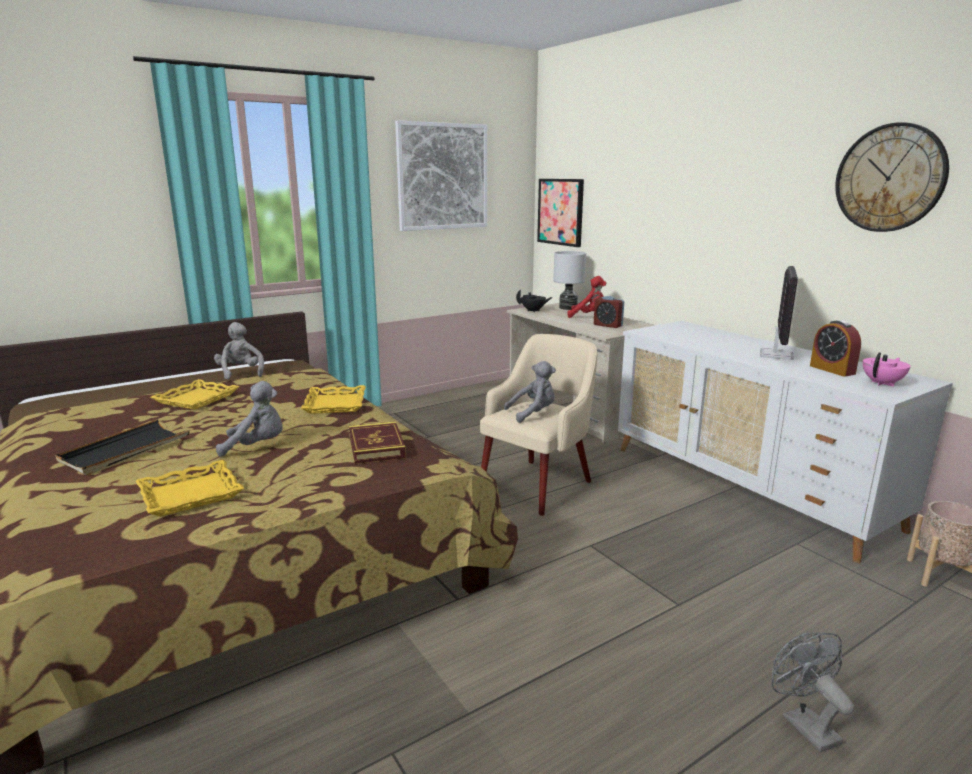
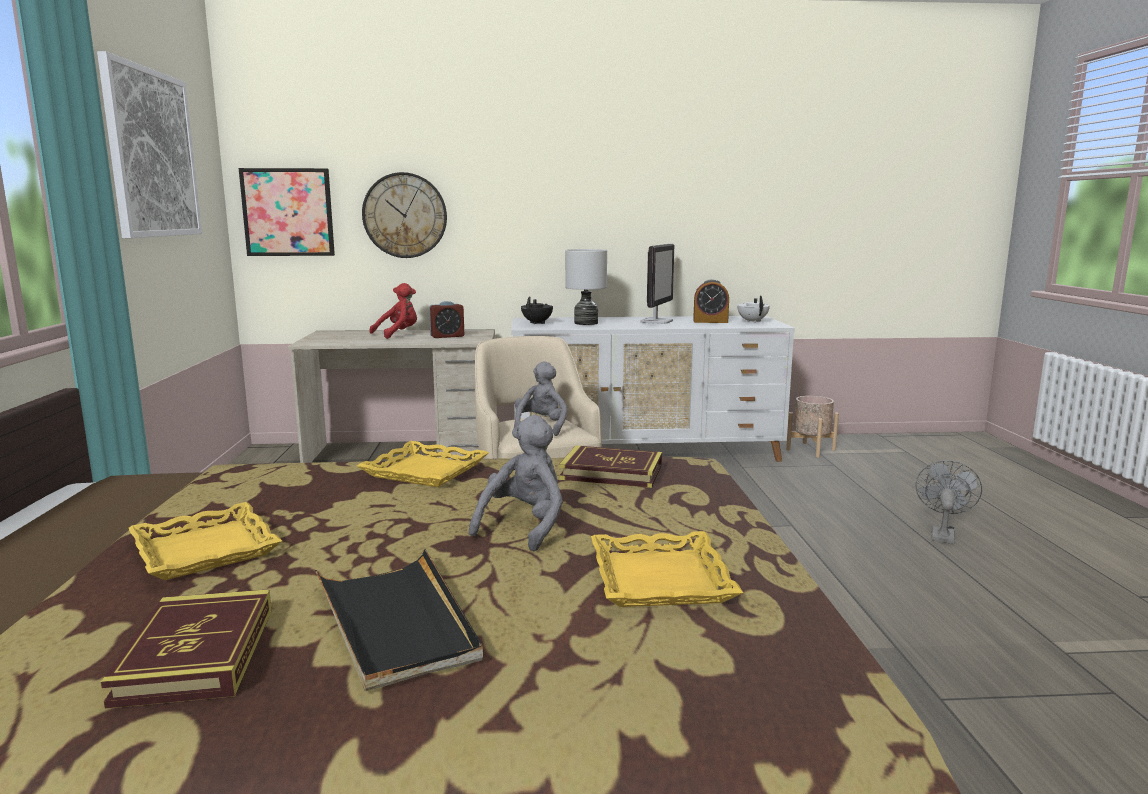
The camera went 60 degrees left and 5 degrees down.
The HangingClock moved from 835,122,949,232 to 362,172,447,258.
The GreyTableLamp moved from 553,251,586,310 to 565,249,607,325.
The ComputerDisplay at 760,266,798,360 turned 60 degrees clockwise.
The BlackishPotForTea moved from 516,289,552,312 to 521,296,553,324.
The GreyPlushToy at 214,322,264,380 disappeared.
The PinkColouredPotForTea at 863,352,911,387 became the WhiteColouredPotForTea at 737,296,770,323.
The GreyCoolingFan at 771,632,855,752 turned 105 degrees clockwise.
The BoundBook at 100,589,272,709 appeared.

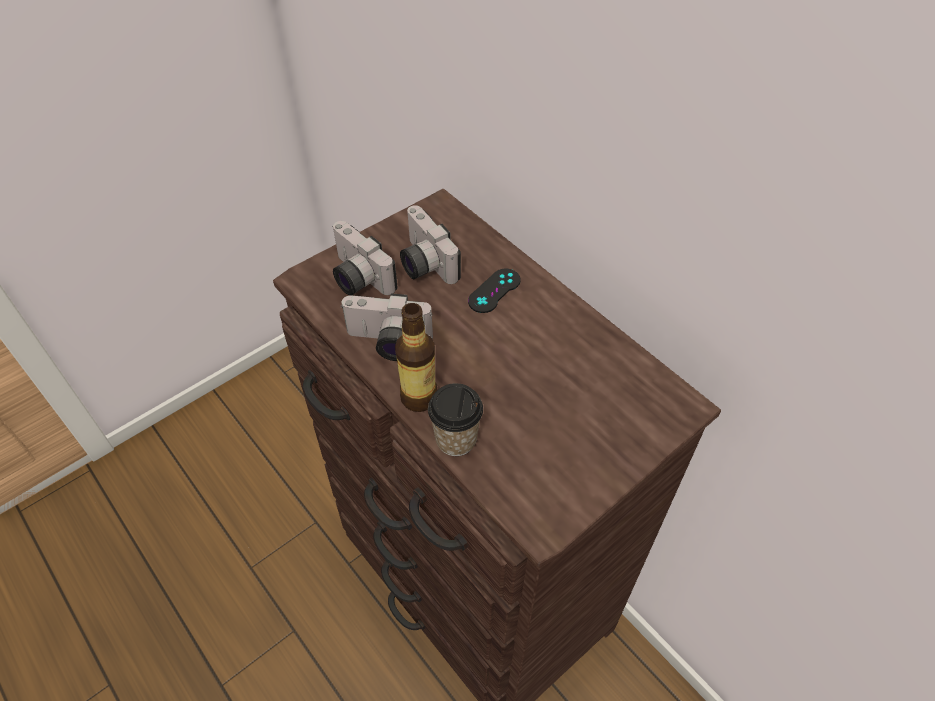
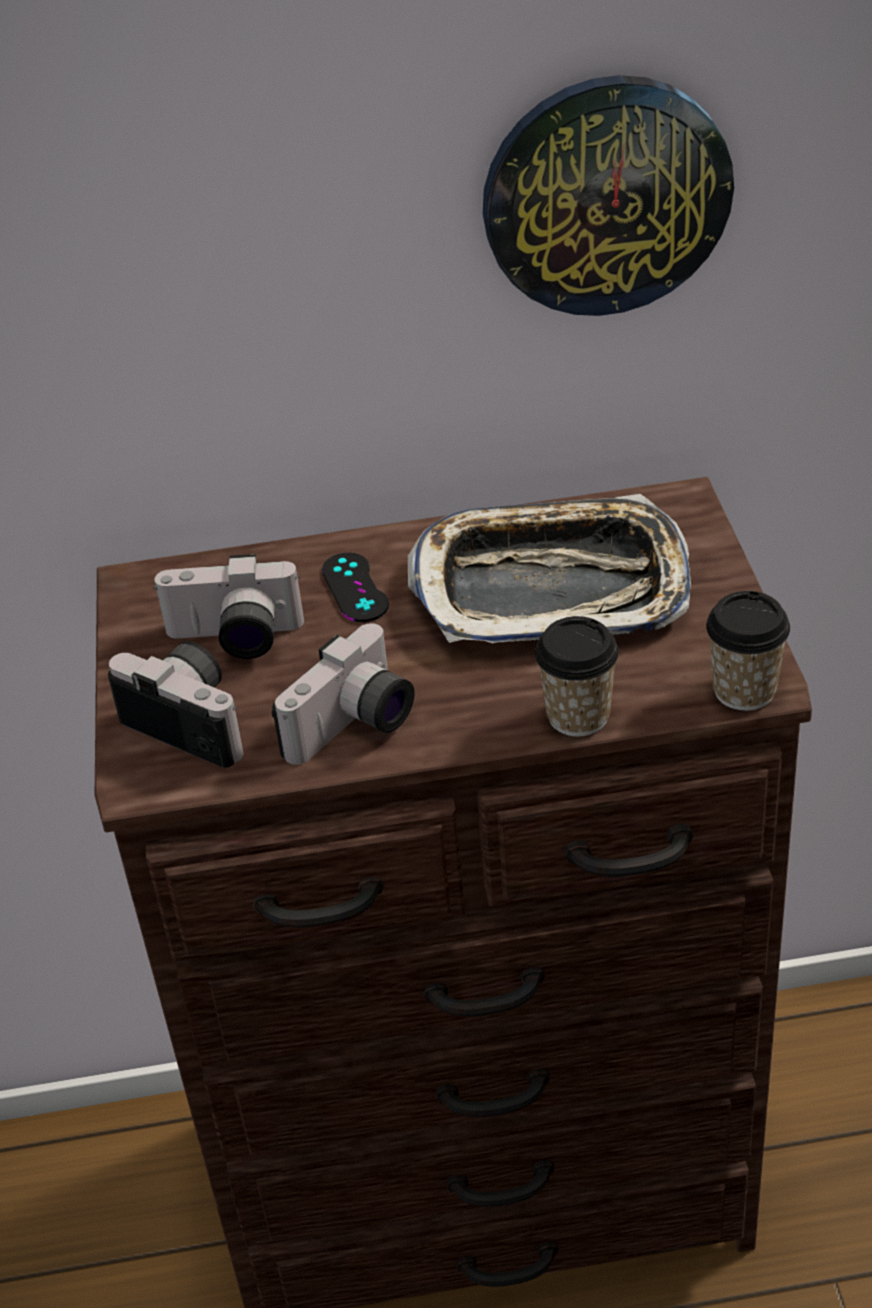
The camera went 55 degrees left and 10 degrees down.
The PhotoCamera at 333,221,398,296 turned 135 degrees counterclockwise.
The Bottle at 395,303,437,412 disappeared.
The HangingClock at 483,75,734,316 appeared.
The Tray at 408,494,691,643 appeared.
The SmallCup at 706,591,790,711 appeared.

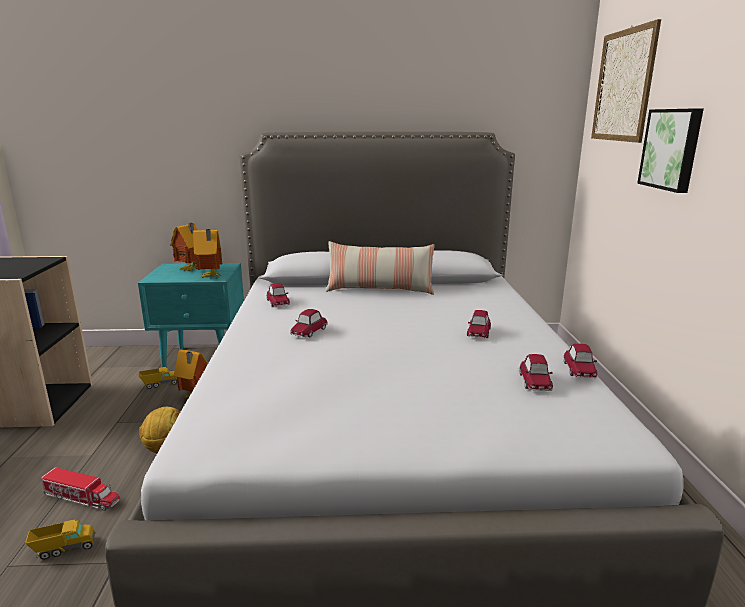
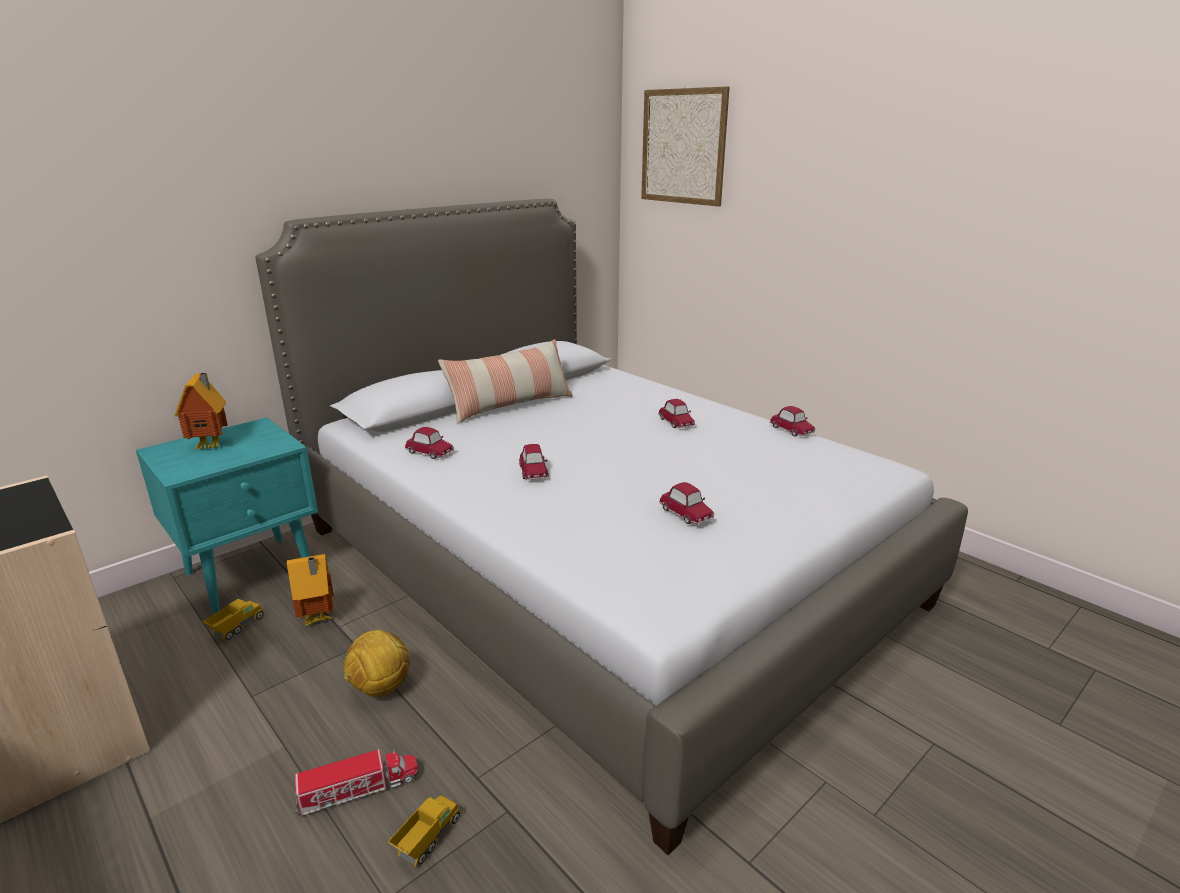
The camera went 40 degrees left and 5 degrees up.
The WallPicture at 637,108,704,193 disappeared.
The ModelHouse at 193,229,222,278 disappeared.
The ToyCar moved from 520,354,553,391 to 659,482,714,524.

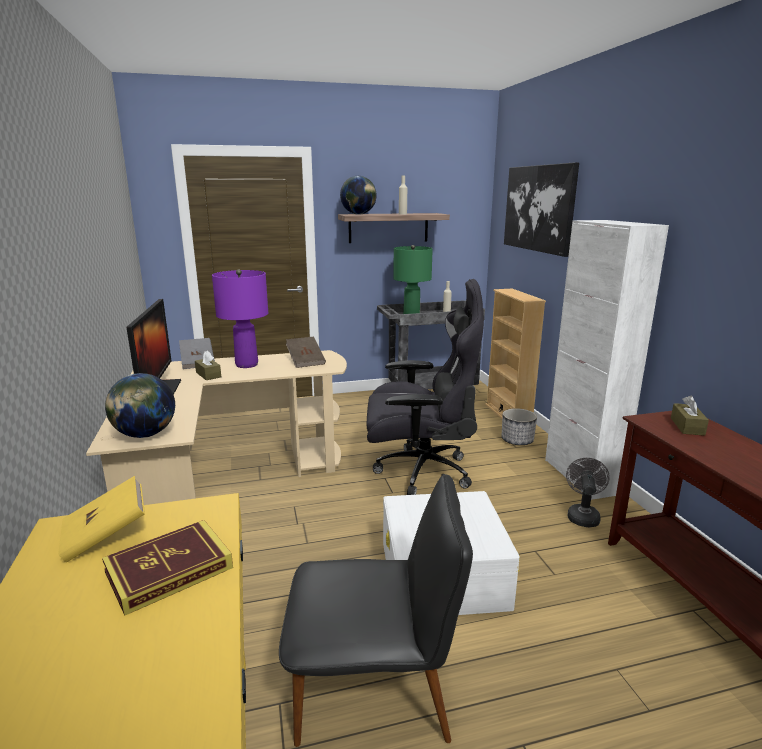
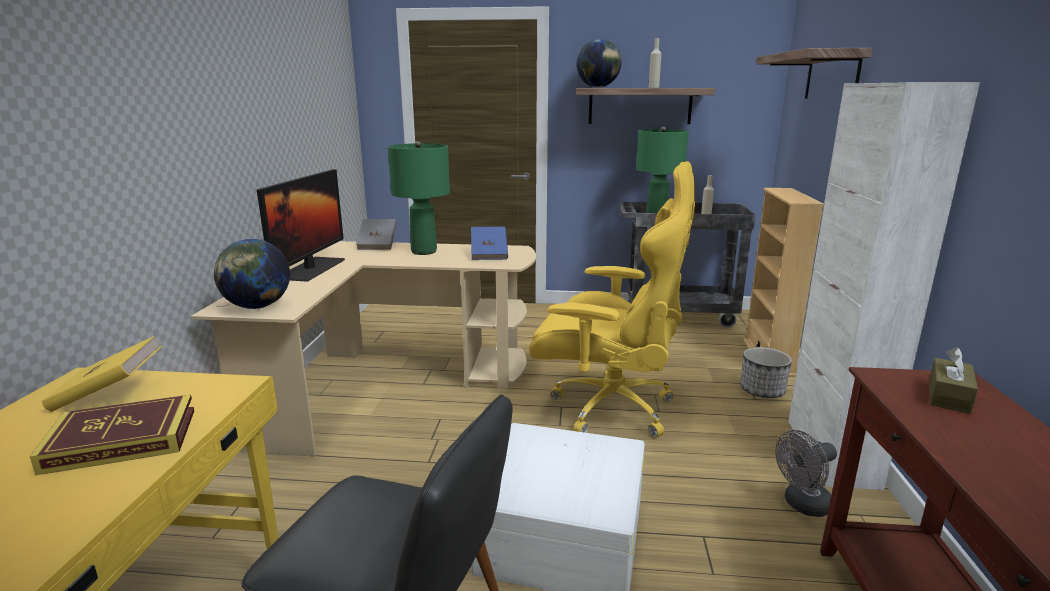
The camera went 20 degrees right and 0 degrees up.
The WallPicture at 504,162,579,257 was replaced by the Shelf at 756,48,872,99.
The PurpleTableLamp at 212,270,268,368 became the GreenishTableLamp at 388,141,450,255.
The BlackishOfficeChair at 367,279,484,495 became the YellowishOfficeChair at 529,161,695,438.
The BrownishBoundBook at 286,337,326,368 became the BlueColouredBoundBook at 471,227,508,260.
The BrownishTissueBox at 195,351,221,380 disappeared.
The GreyCoolingFan at 566,458,610,527 turned 150 degrees counterclockwise.

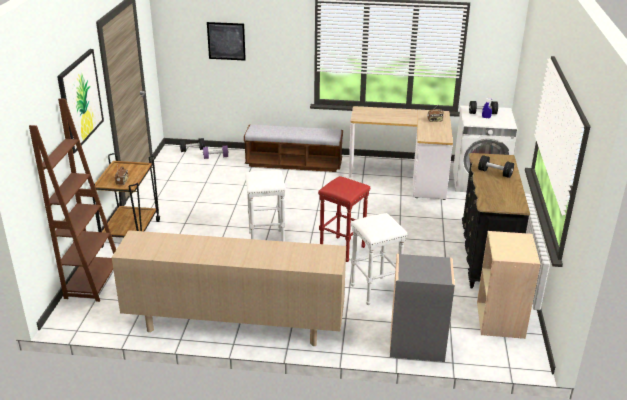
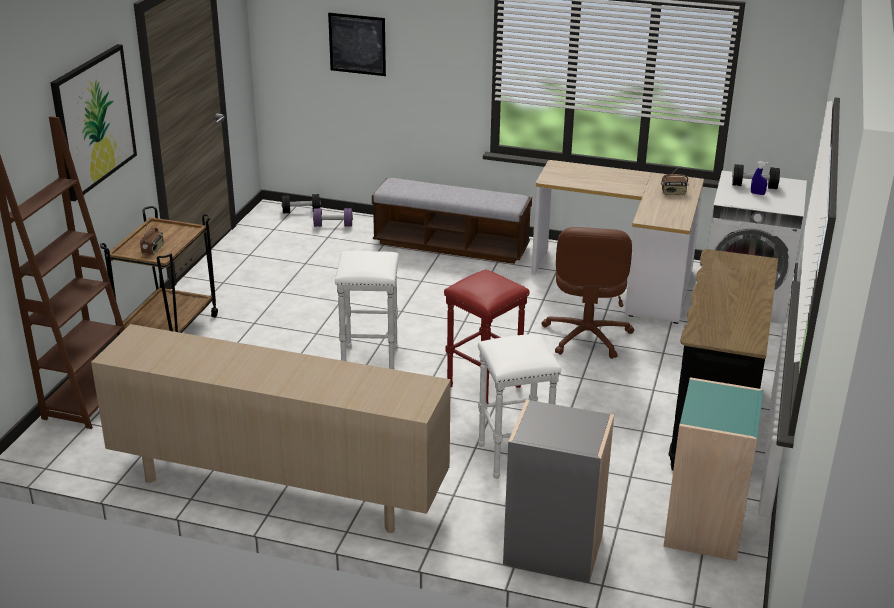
The camera went 10 degrees right and 0 degrees up.
The BlackishFreeWeight at 478,155,514,178 disappeared.
The BeigeColouredBookshelf at 477,231,540,339 became the TurquoiseColouredBookshelf at 663,377,763,561.
The BrownishOfficeChair at 541,227,634,359 appeared.

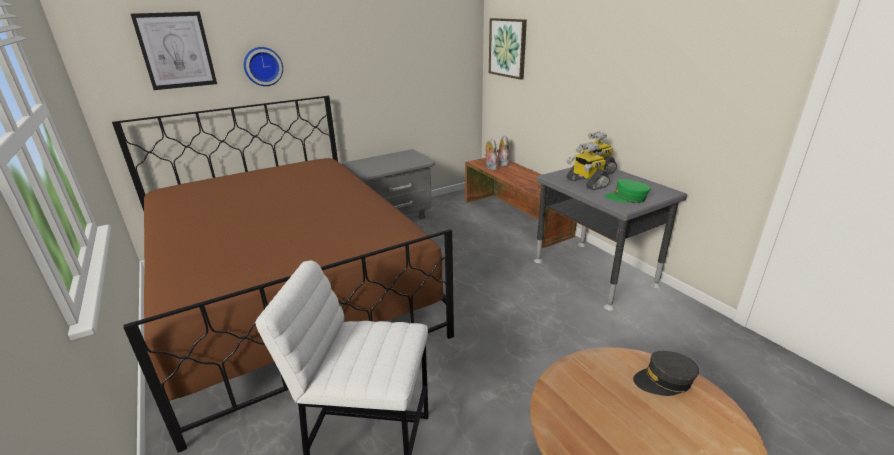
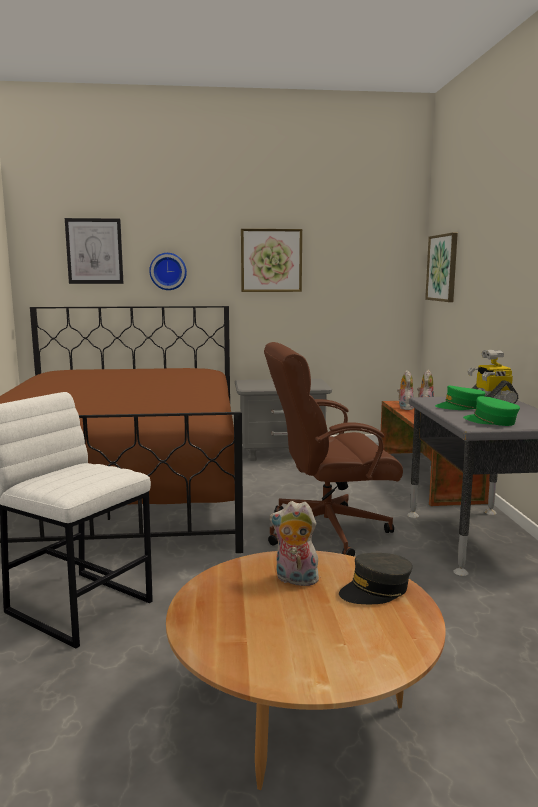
The camera went 25 degrees right and 15 degrees down.
The ToyRobot at 566,142,610,190 was replaced by the GreenishBaseballCap at 435,385,486,410.
The GreyBaseballCap at 633,351,699,396 turned 45 degrees counterclockwise.
The WallPicture at 241,229,302,292 appeared.
The BrownishOfficeChair at 264,342,403,556 appeared.
The PlushToy at 270,501,319,586 appeared.

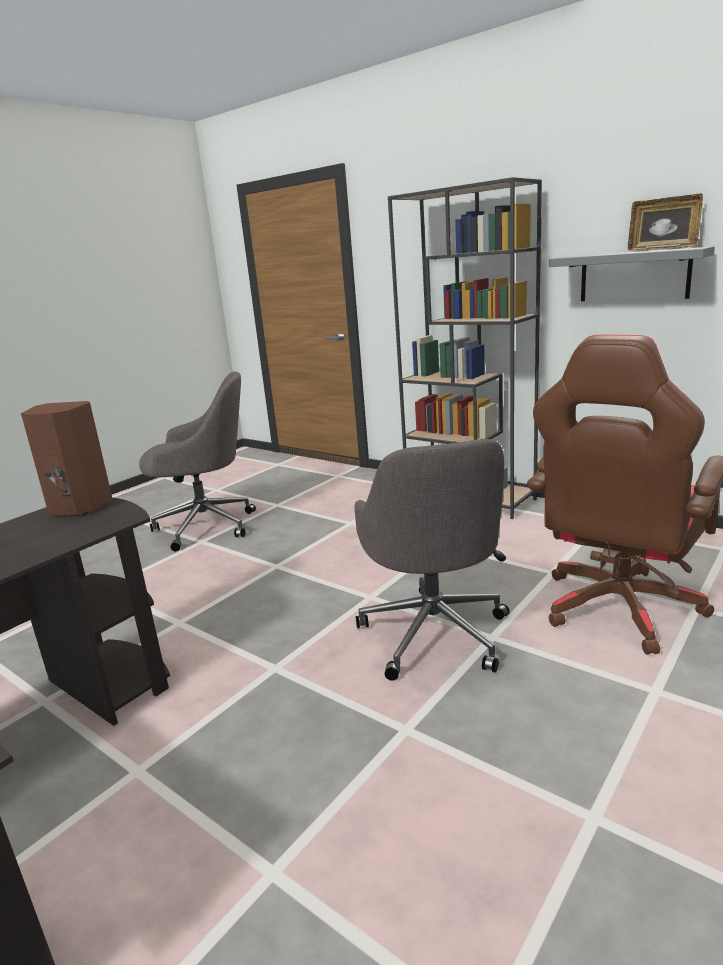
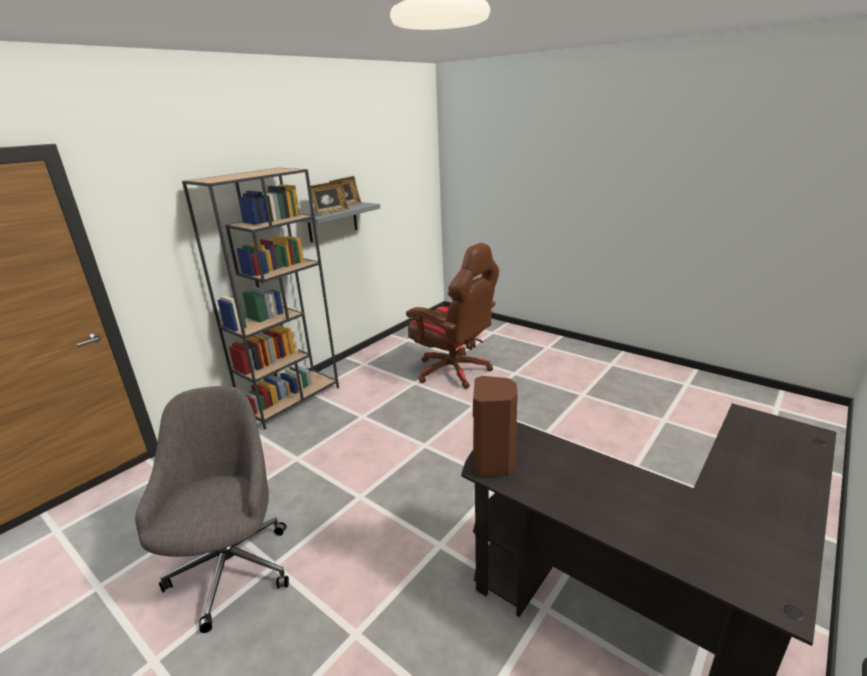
The camera went 90 degrees left and 5 degrees up.
The GreyOfficeChair at 355,439,509,681 disappeared.
The PhotoFrame at 310,181,349,215 appeared.

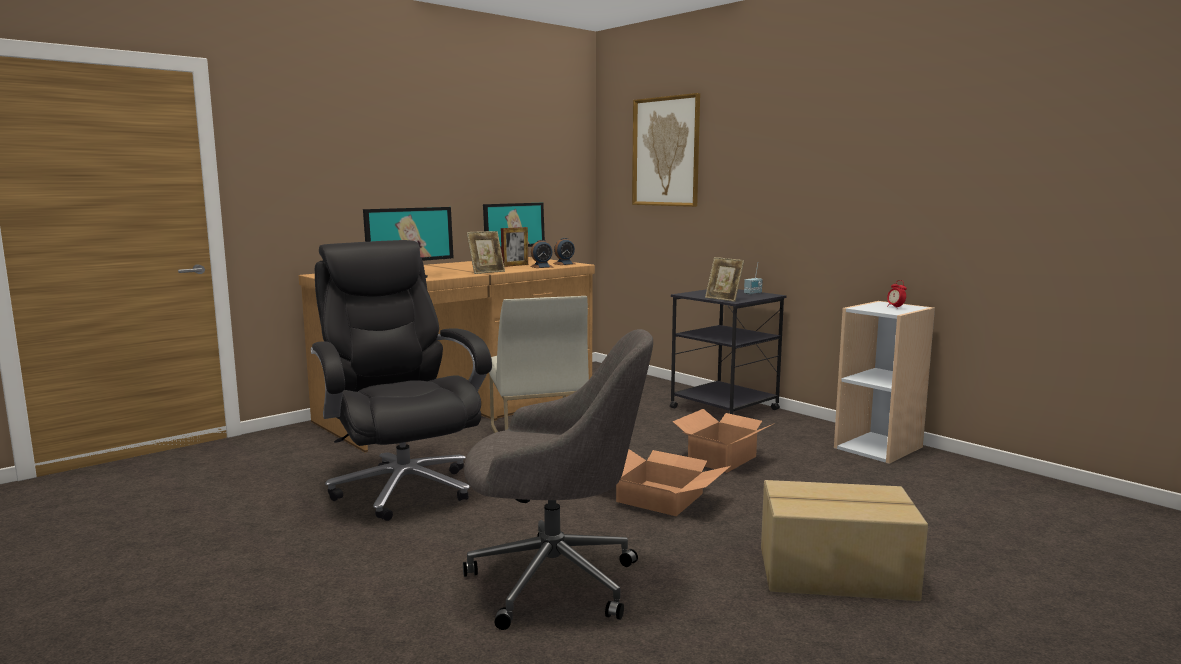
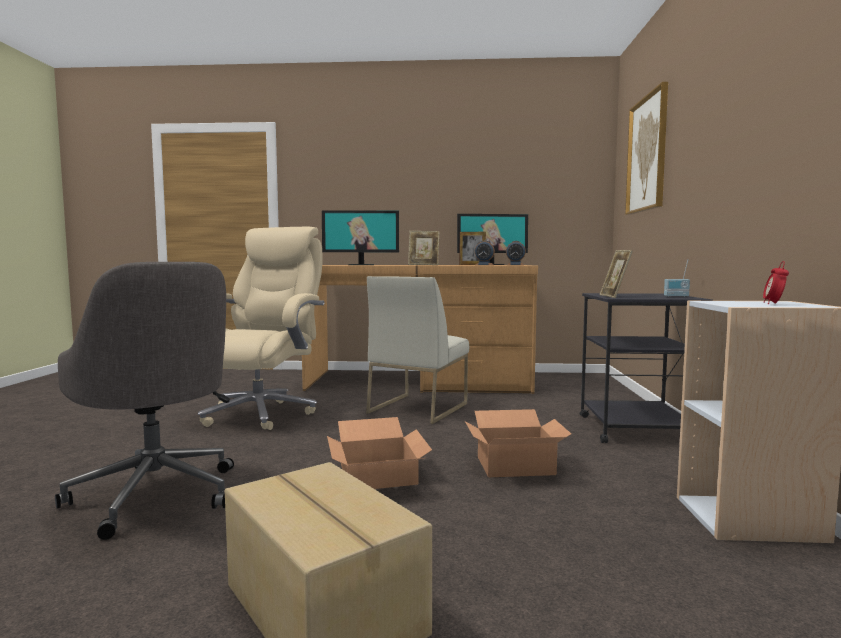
The camera went 45 degrees right and 5 degrees down.
The BlackishOfficeChair at 311,240,492,521 became the BeigeColouredOfficeChair at 198,226,324,430.

